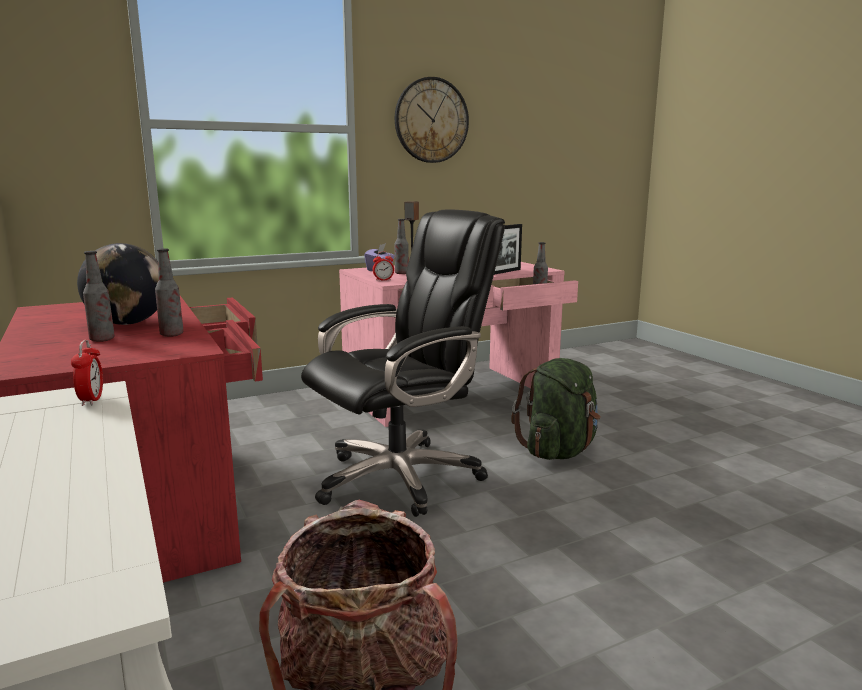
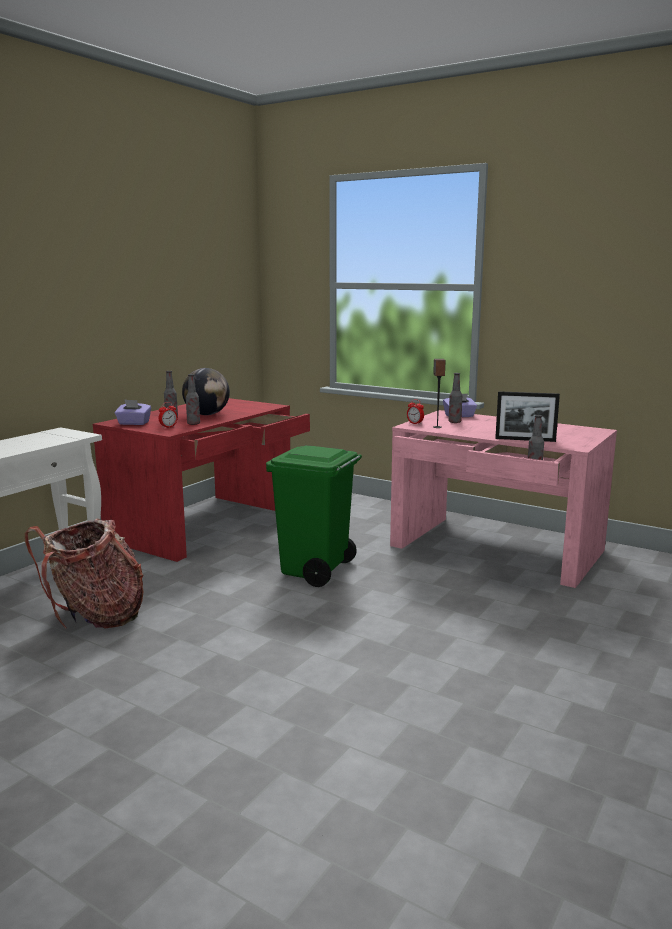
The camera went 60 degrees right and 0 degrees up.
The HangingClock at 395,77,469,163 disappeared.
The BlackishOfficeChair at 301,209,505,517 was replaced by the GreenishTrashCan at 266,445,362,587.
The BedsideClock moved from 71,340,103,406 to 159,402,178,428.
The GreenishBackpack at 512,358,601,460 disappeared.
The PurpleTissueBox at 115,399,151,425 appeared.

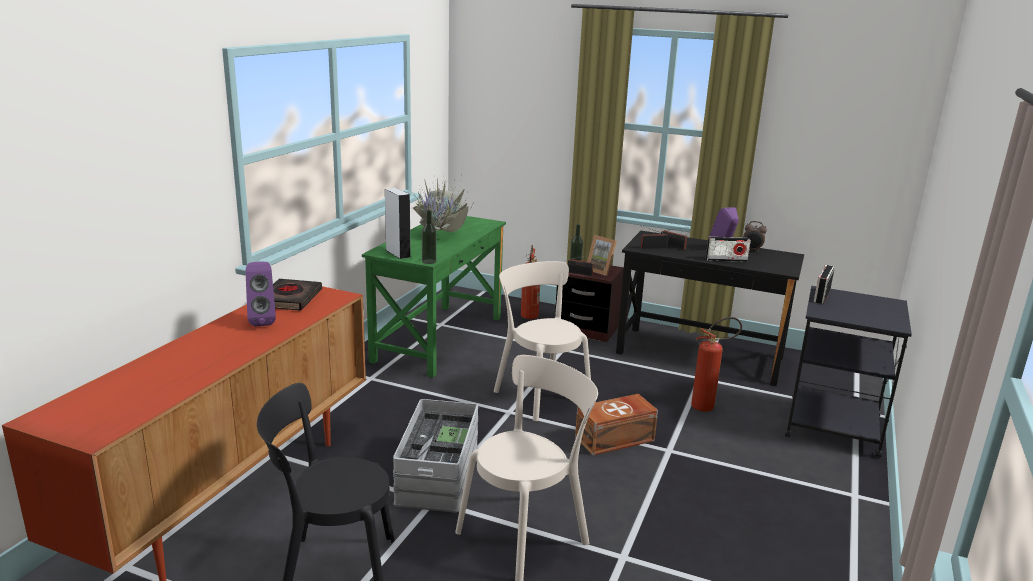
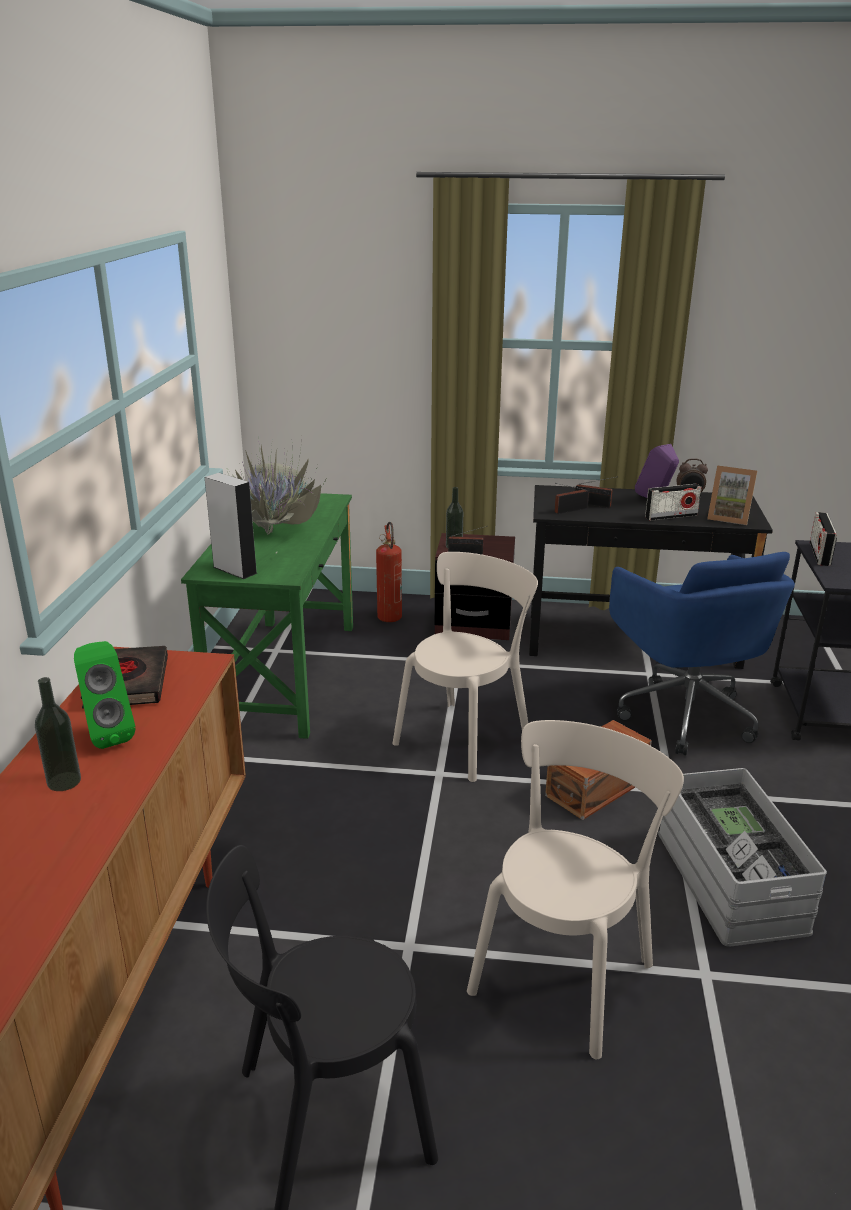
The camera went 15 degrees left and 5 degrees up.
The Bottle moved from 422,210,436,264 to 35,677,81,791.
The PhotoFrame moved from 587,235,617,276 to 707,465,757,525.
The BeigeColouredPlainChair at 494,261,591,421 turned 90 degrees clockwise.
The PurpleSpeaker at 246,262,276,326 became the GreenishSpeaker at 74,641,136,749.
The FireExtinguisher at 691,317,742,412 was replaced by the BlueColouredOfficeChair at 609,552,795,755.
The GreyStorageContainer moved from 393,399,478,513 to 658,768,827,947.

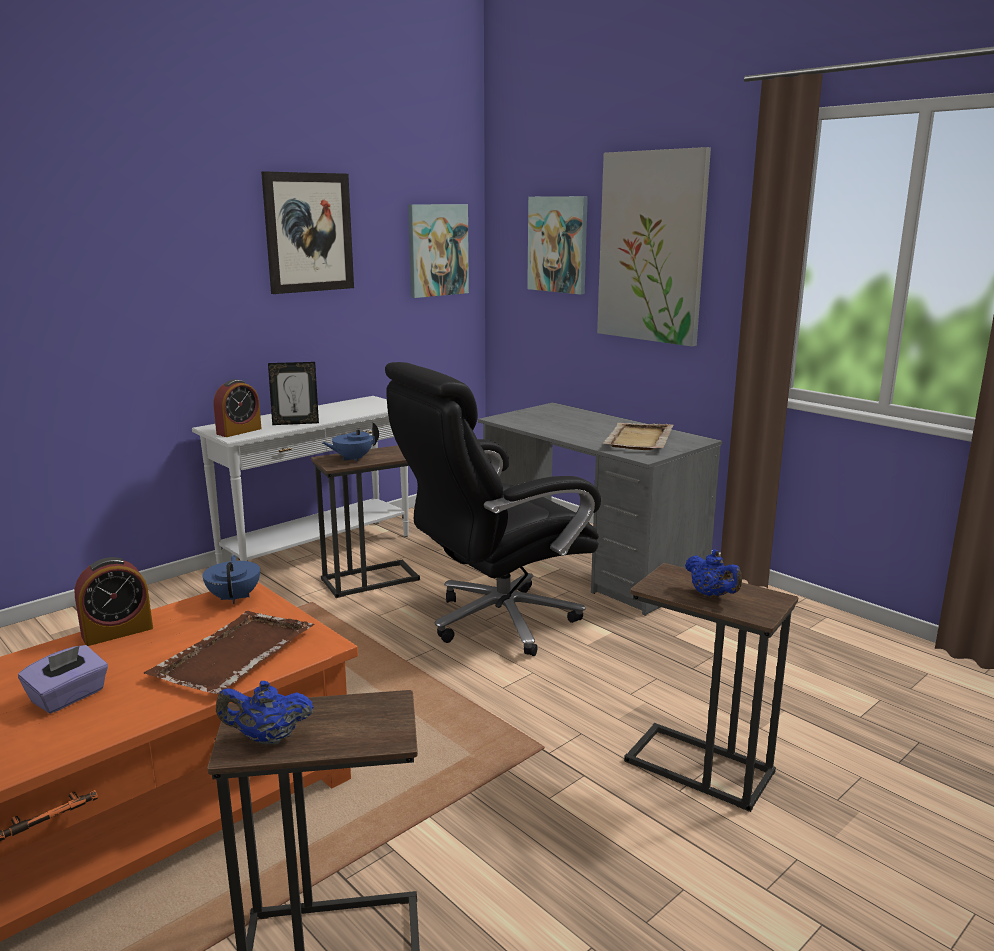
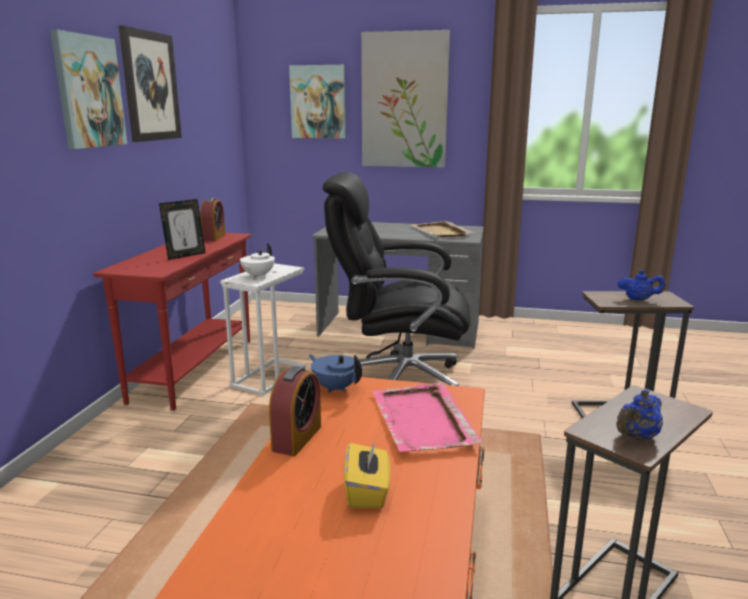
The camera went 35 degrees left and 0 degrees up.
The WallPicture moved from 408,204,469,298 to 50,30,127,149.
The BlackishOfficeChair at 385,362,601,656 turned 75 degrees clockwise.
The BedsideClock moved from 213,379,262,437 to 200,198,226,241.
The WhiteColouredNarrowTable at 192,396,409,564 became the ReddishNarrowTable at 93,233,251,411.
The BlueColouredPotForTea at 323,422,379,461 became the WhiteColouredPotForTea at 240,243,275,278.
The BrownishAccentTable at 311,445,420,598 became the WhiteColouredAccentTable at 220,263,306,396.
The BrownishTray at 143,611,314,694 became the PinkColouredTray at 372,383,483,452.
The PurpleTissueBox at 18,645,108,714 became the YellowishTissueBox at 344,439,390,508.

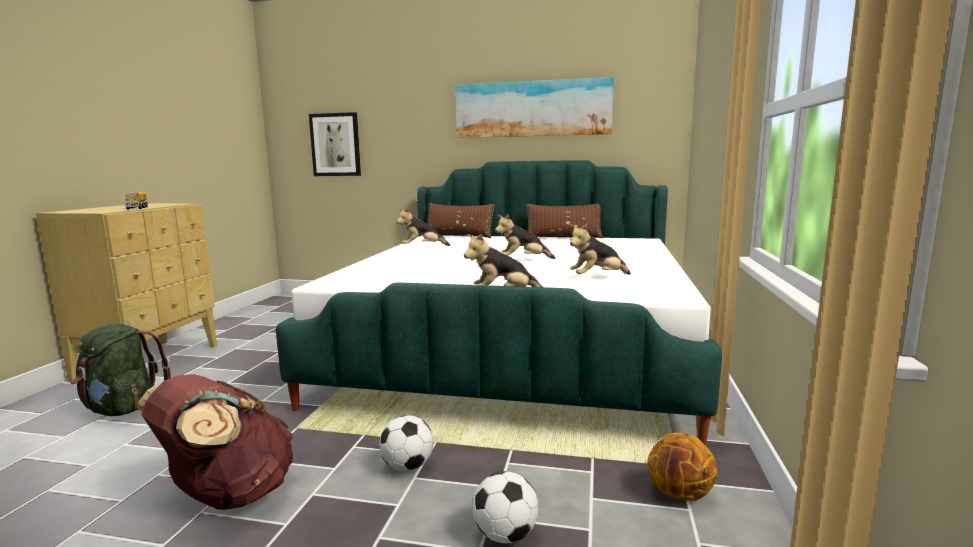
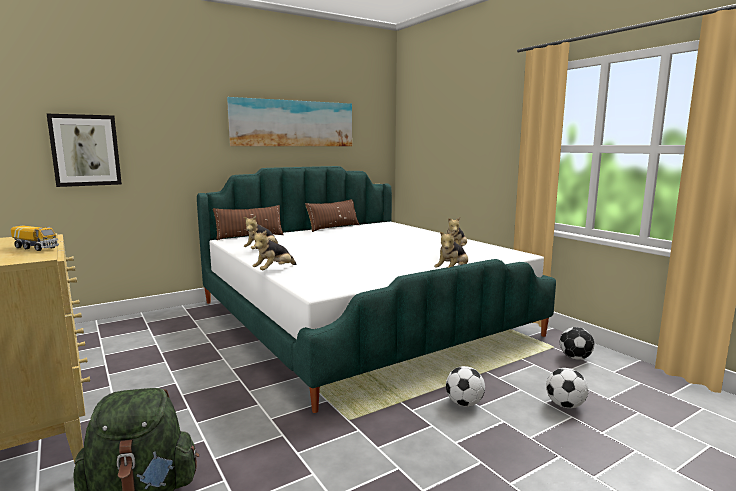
The camera went 45 degrees left and 0 degrees up.
The PlushToy moved from 495,214,555,259 to 252,231,297,270.
The BrownishBackpack at 137,374,294,510 disappeared.
The BallForBasketball at 647,433,717,501 was replaced by the BallForFootball at 560,327,595,360.

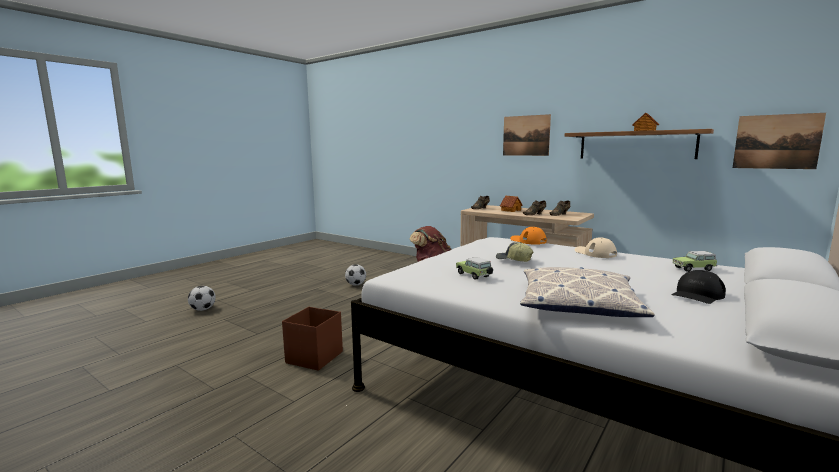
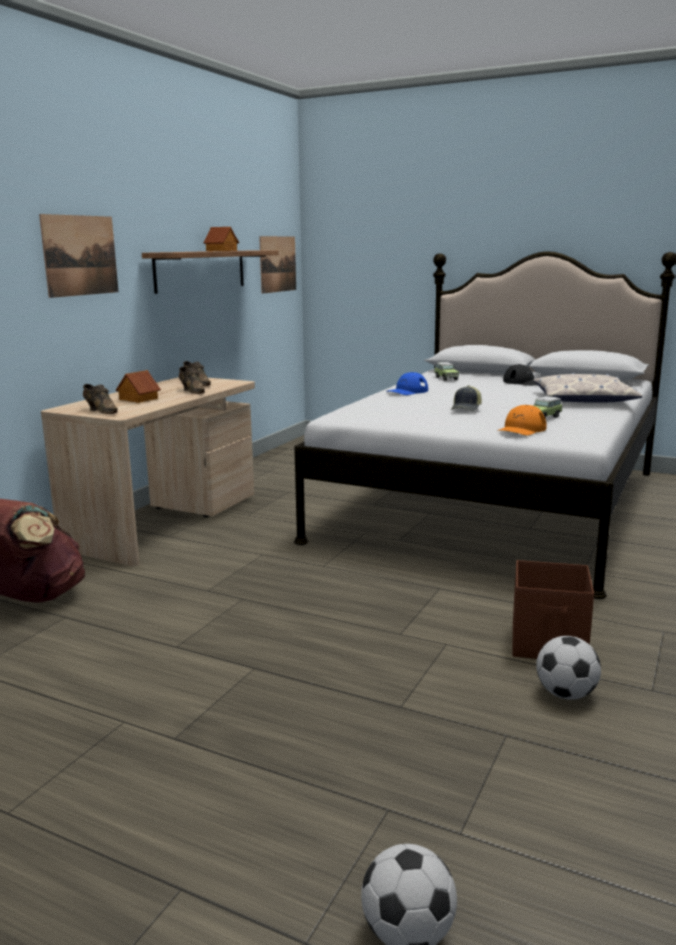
The camera went 100 degrees left and 5 degrees up.
The OrangeColouredBaseballCap moved from 510,227,547,245 to 497,405,547,436.
The BeigeColouredBaseballCap at 575,238,617,258 became the BlueColouredBaseballCap at 386,372,428,395.
The BallForFootball moved from 345,264,366,286 to 536,636,601,700.

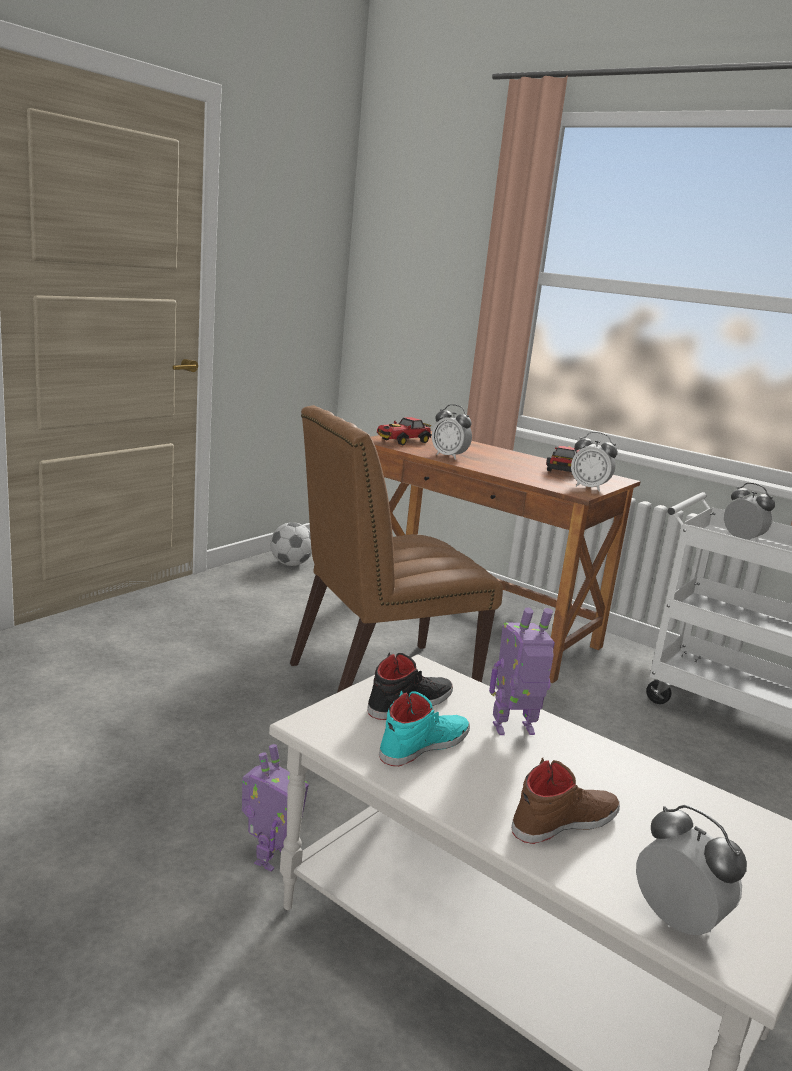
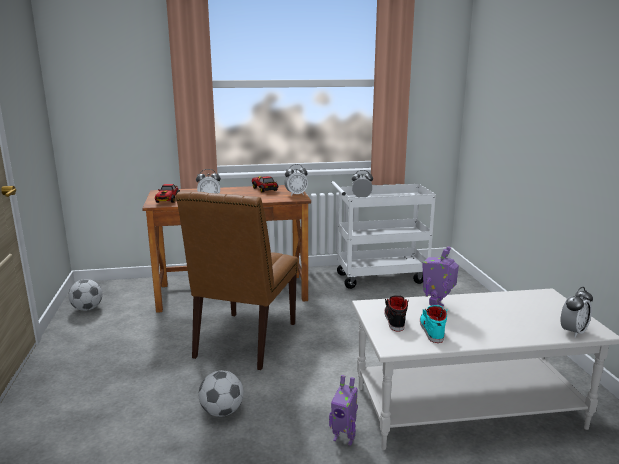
The camera went 45 degrees left and 0 degrees up.
The ToyRobot at 242,744,309,872 turned 135 degrees clockwise.
The BrownishShoe at 511,758,620,844 disappeared.
The BedsideClock at 636,805,747,935 turned 135 degrees clockwise.
The BallForFootball at 198,370,243,417 appeared.

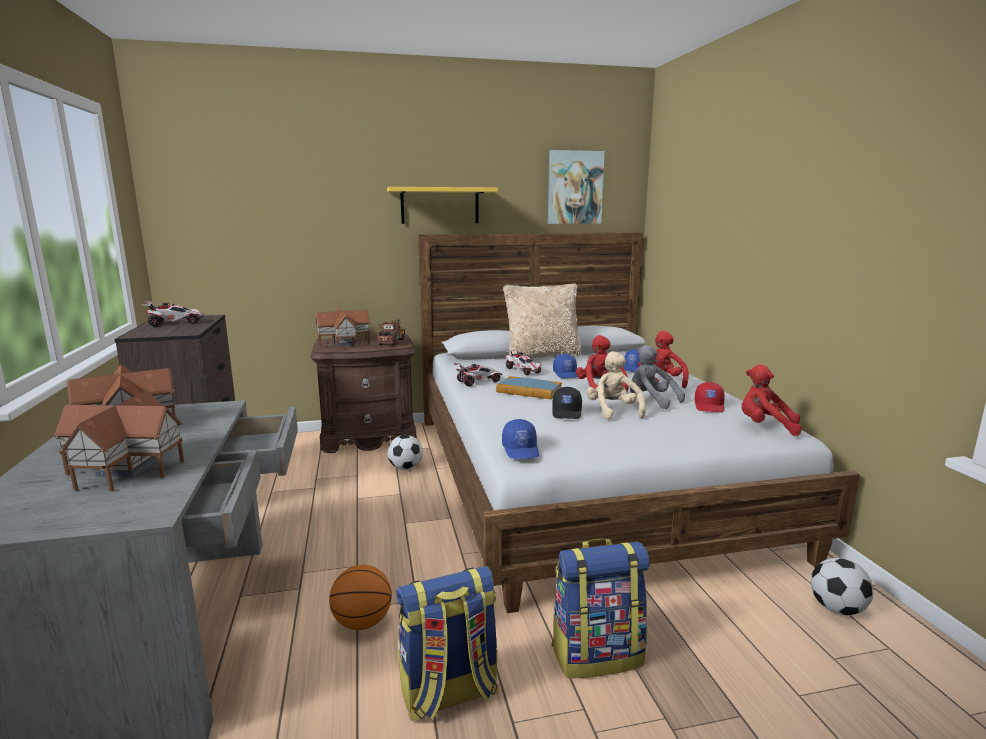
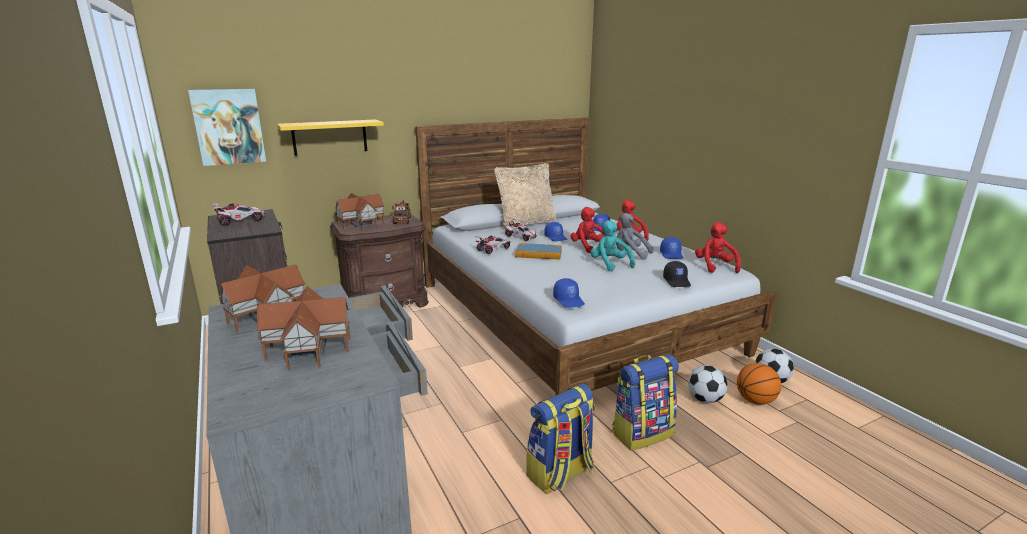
The camera went 15 degrees left and 5 degrees up.
The WallPicture moved from 548,150,605,224 to 188,89,266,166.
The YellowishShelf moved from 387,187,498,224 to 277,119,384,156.
The BeigeColouredPlushToy at 586,351,646,419 became the TurquoiseColouredPlushToy at 590,220,635,271.
The ReddishPlushToy at 742,364,802,436 turned 75 degrees clockwise.
The ReddishBaseballCap at 694,382,725,413 became the BlueColouredBaseballCap at 660,237,683,259.
The BlackishBaseballCap moved from 552,387,582,419 to 663,261,691,287.
The BallForFootball moved from 387,435,423,470 to 688,365,727,403.
The BallForBasketball moved from 329,565,392,630 to 737,363,781,405.

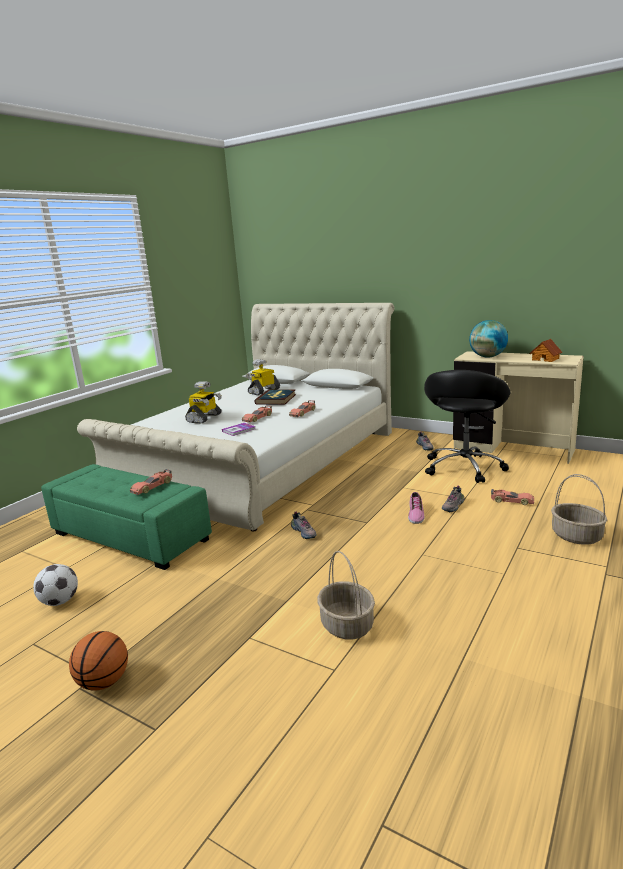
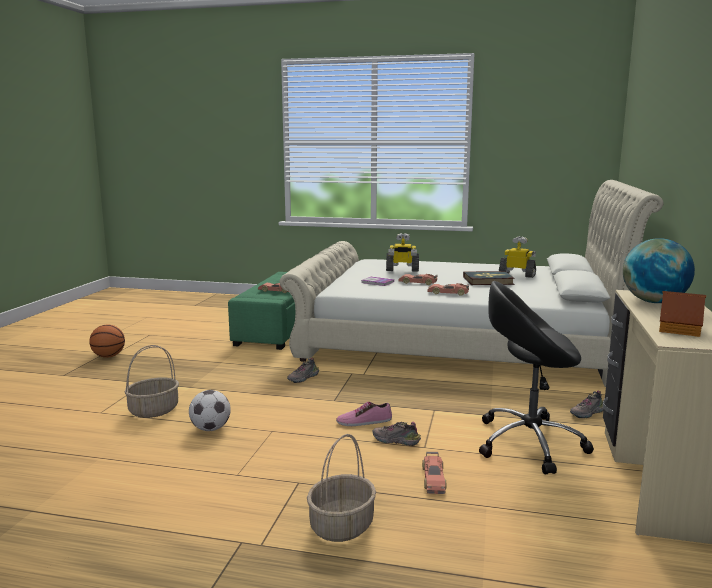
The camera went 70 degrees right and 5 degrees down.
The BallForFootball moved from 33,564,78,606 to 189,390,231,431.

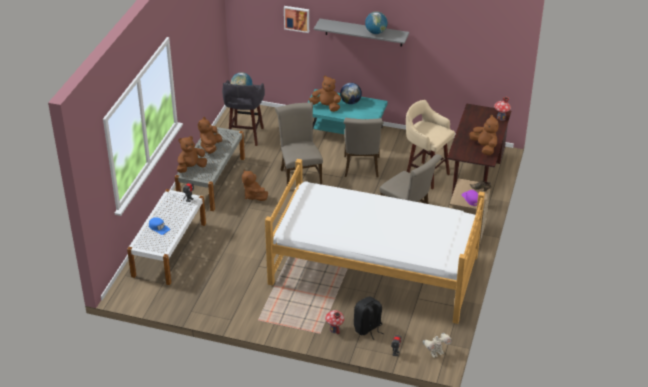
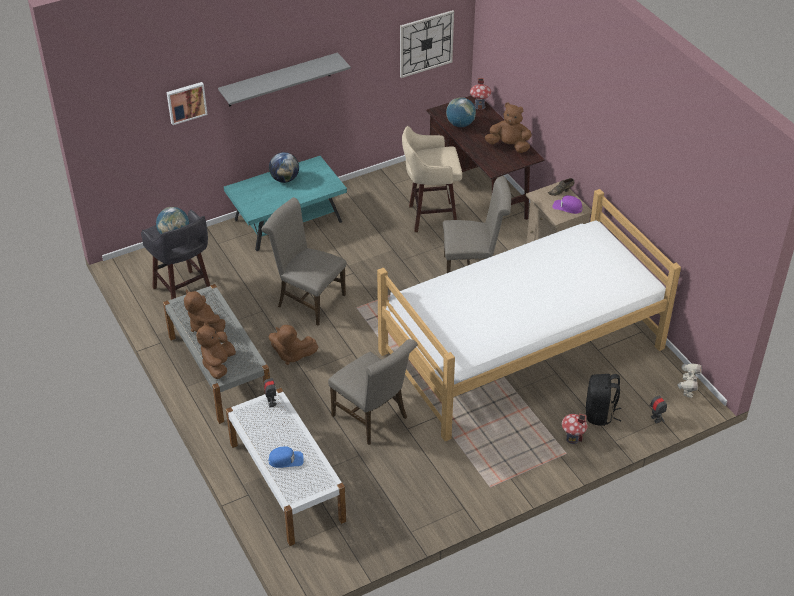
The camera went 45 degrees left and 5 degrees up.
The Globe moved from 365,12,388,34 to 446,97,476,127.
The BrownishPlushToy at 309,75,341,112 disappeared.
The BeigeColouredPlainChair moved from 344,118,383,178 to 328,339,418,445.
The HangingClock at 400,10,454,78 appeared.

